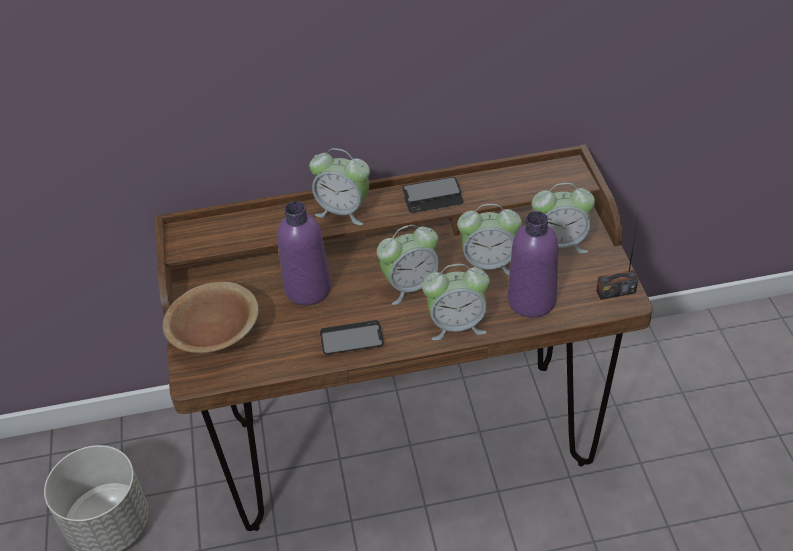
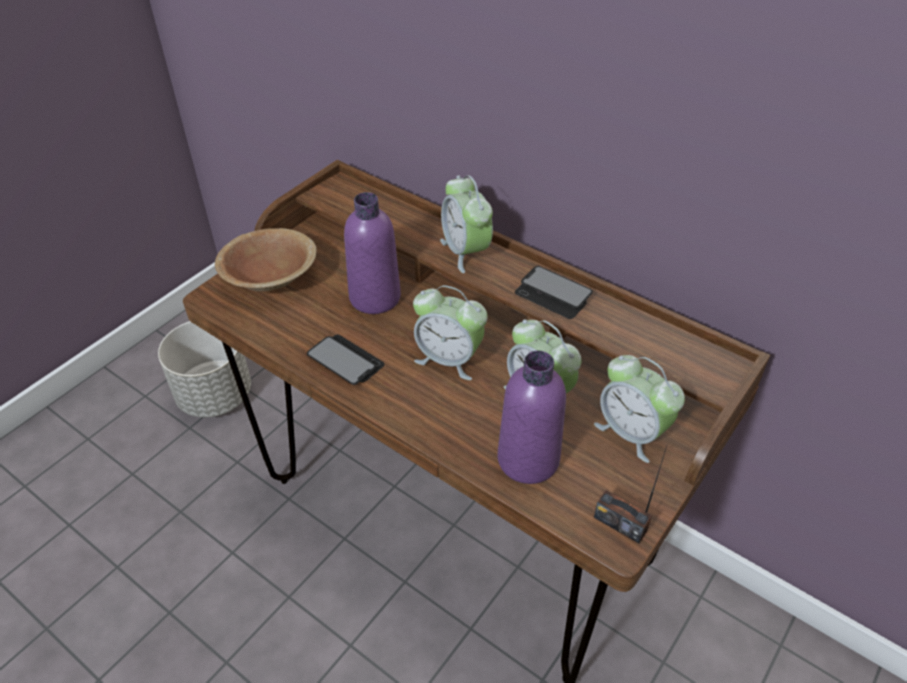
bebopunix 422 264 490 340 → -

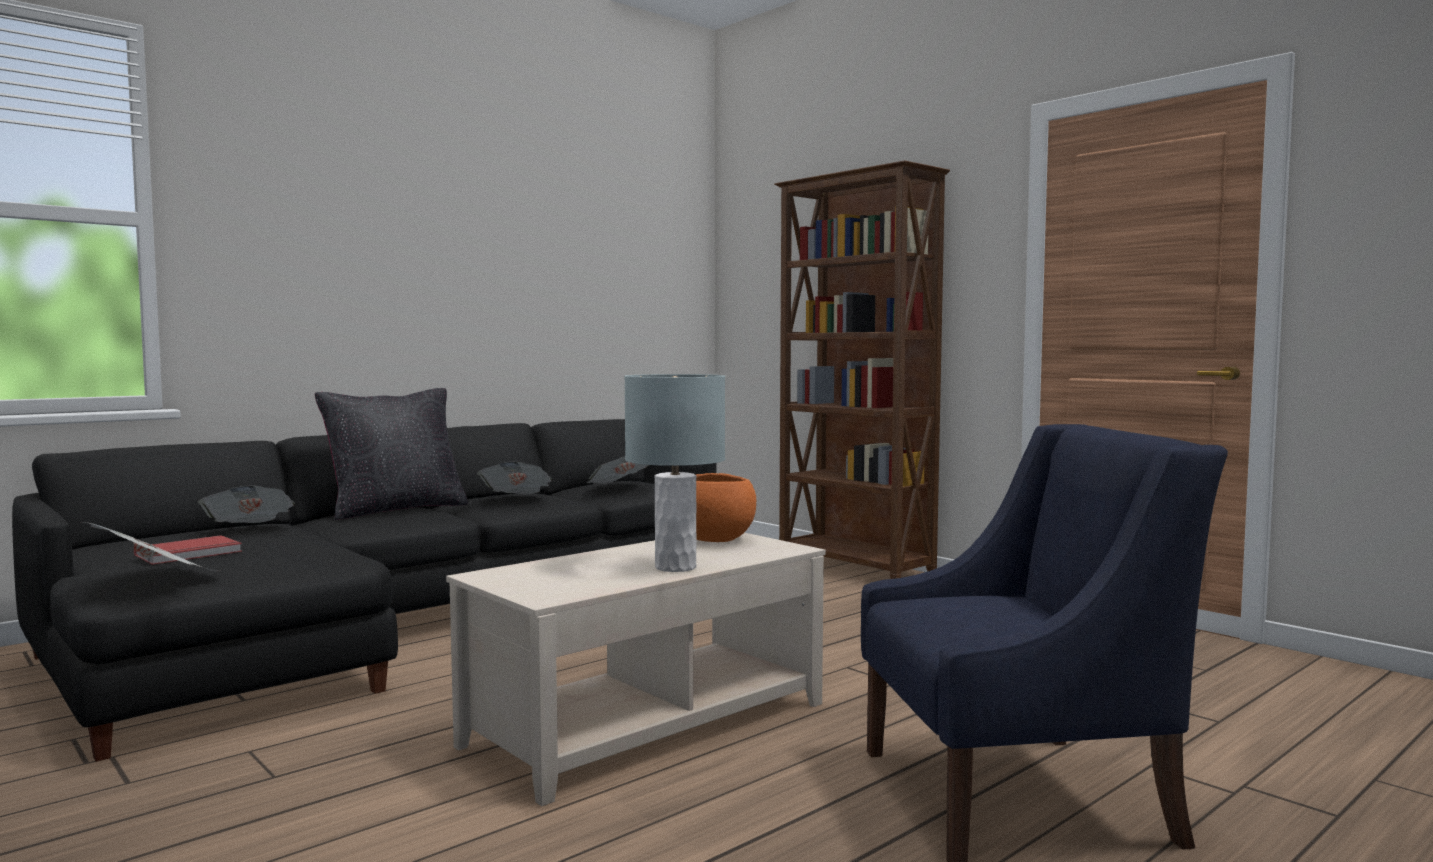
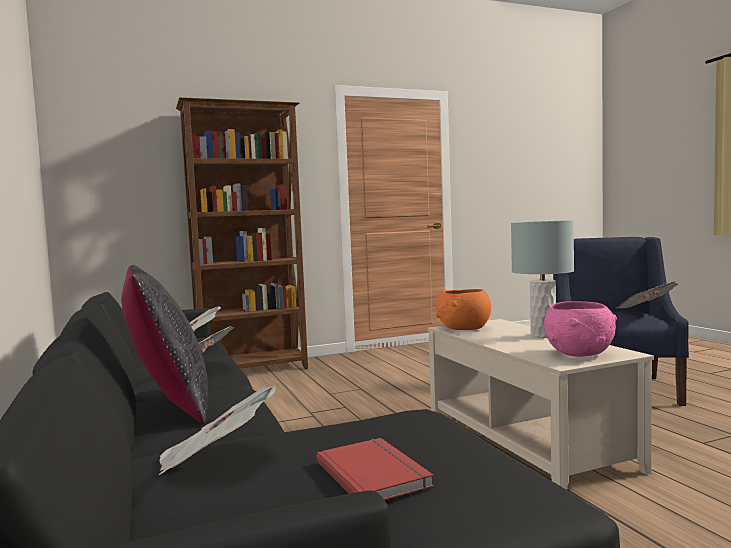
- → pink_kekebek 544 301 617 357
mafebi 82 522 220 571 → mafebi 616 281 678 309, moved

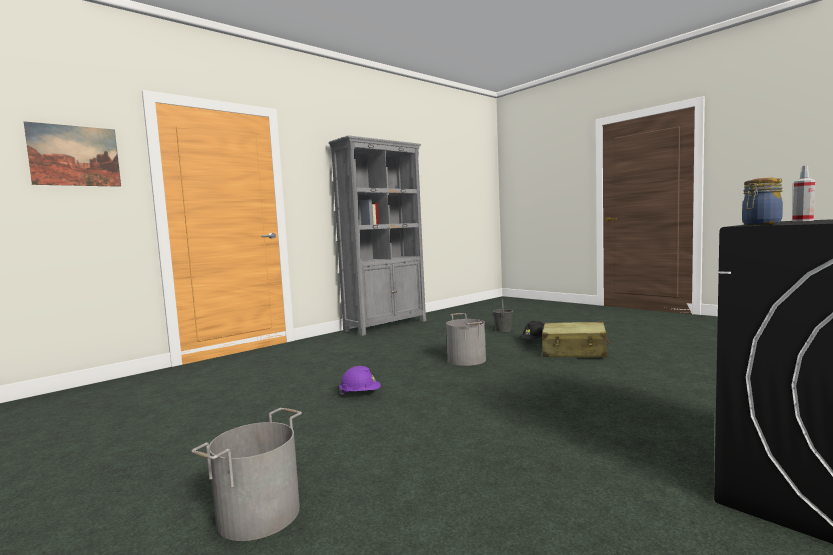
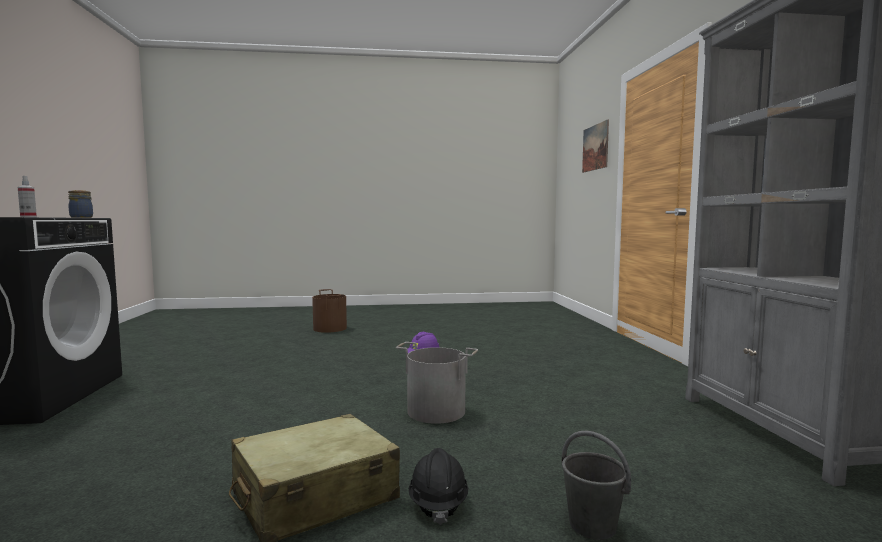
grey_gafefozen 191 408 302 541 → brown_gafefozen 312 289 347 333

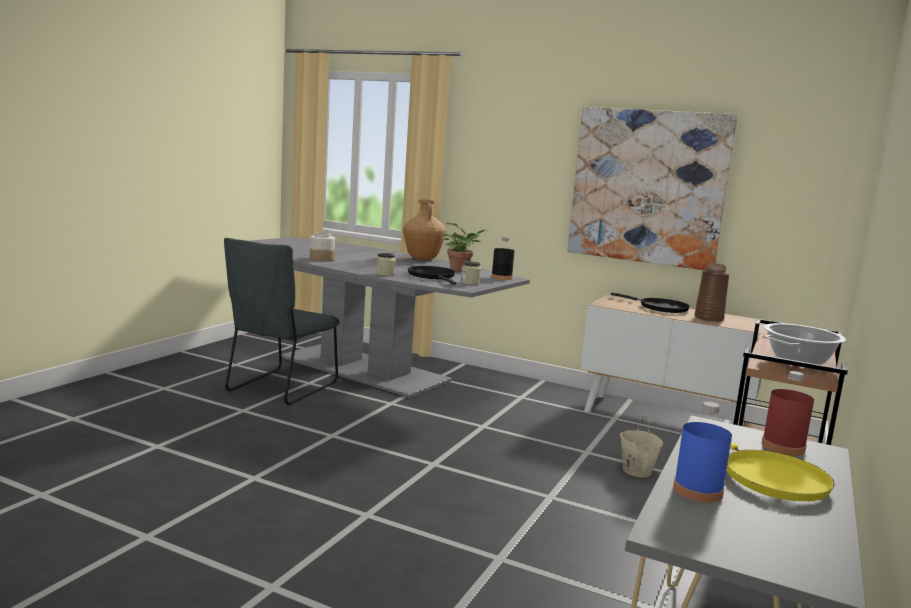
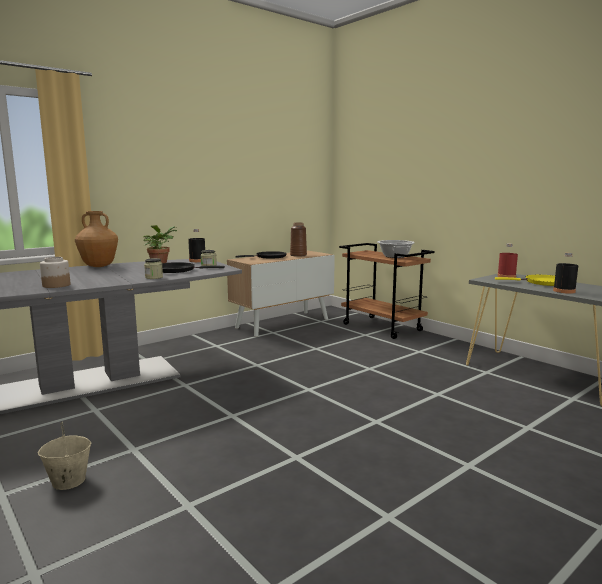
beige_gafefozen 620 415 663 477 → beige_gafefozen 38 422 91 490, moved
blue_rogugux 673 402 732 503 → black_rogugux 553 253 578 294
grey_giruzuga 224 238 340 405 → -
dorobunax 568 107 738 270 → -

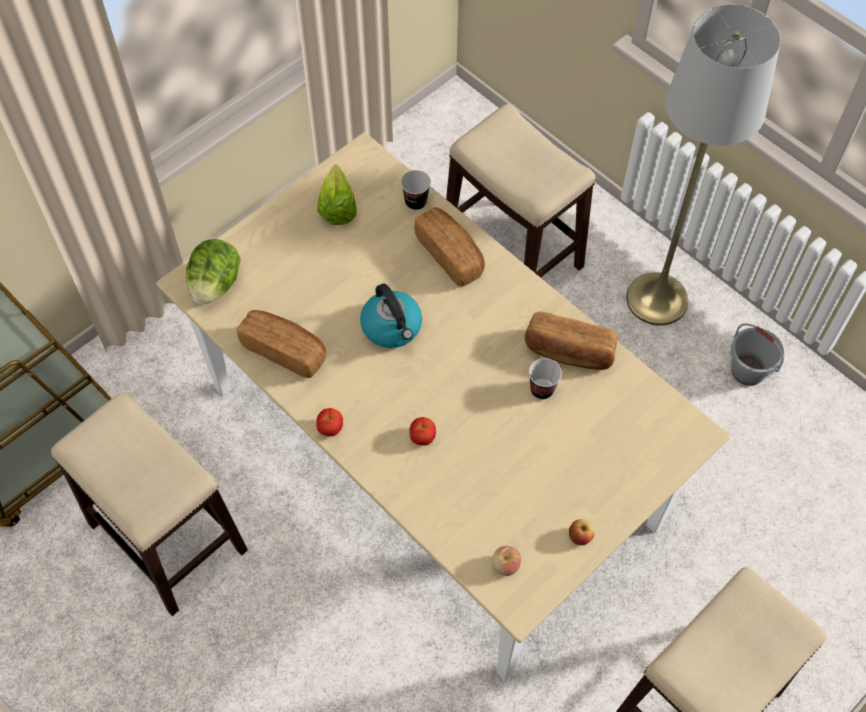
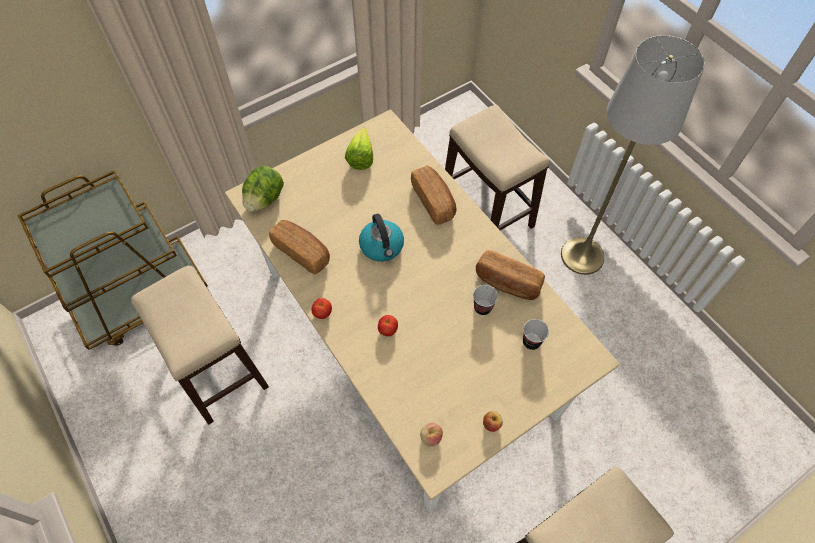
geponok 401 170 431 210 → geponok 523 319 549 350, moved
grey_gafefozen 731 323 784 386 → -

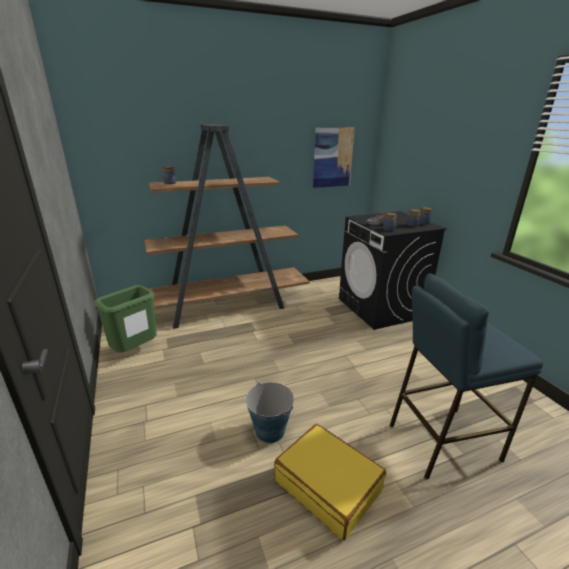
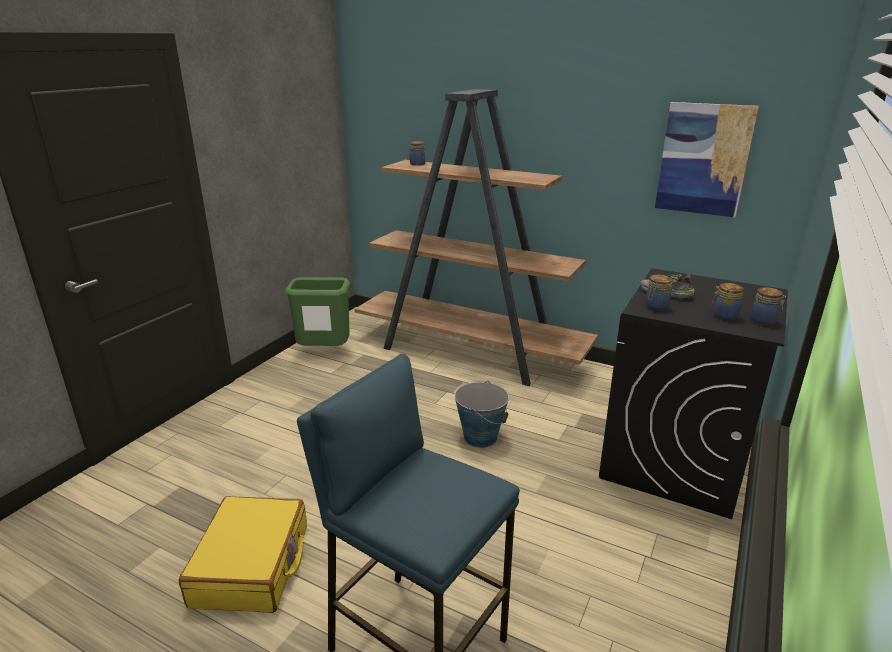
gafefozen 246 382 294 443 → gafefozen 455 381 509 448, moved

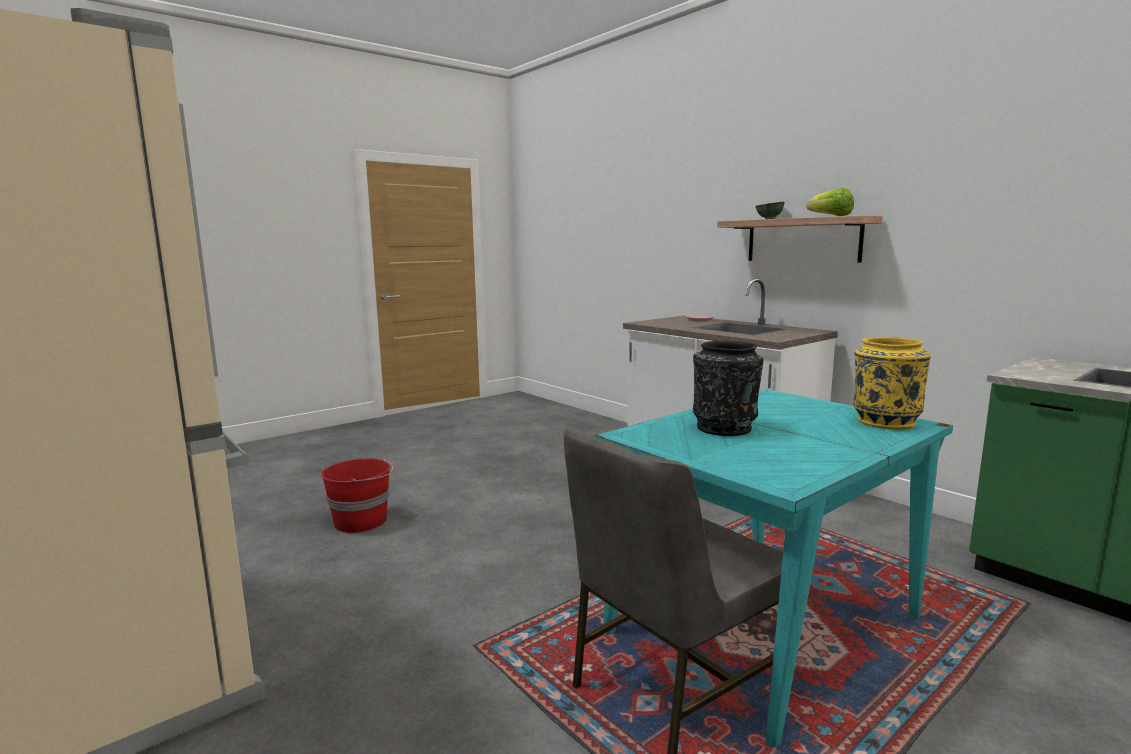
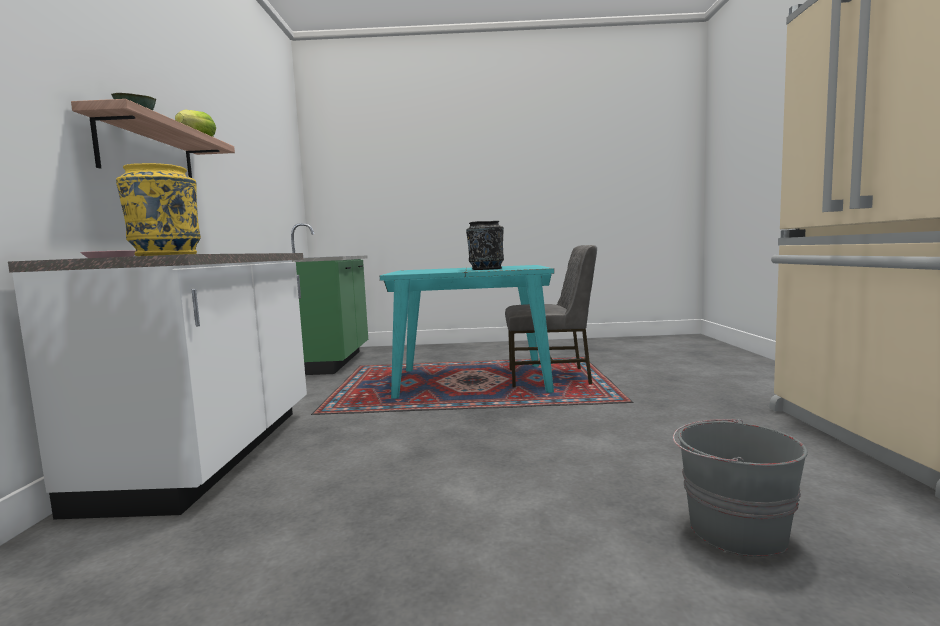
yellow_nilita 853 337 931 430 → yellow_nilita 116 163 201 256, moved
red_gafefozen 321 457 393 533 → grey_gafefozen 673 419 808 557

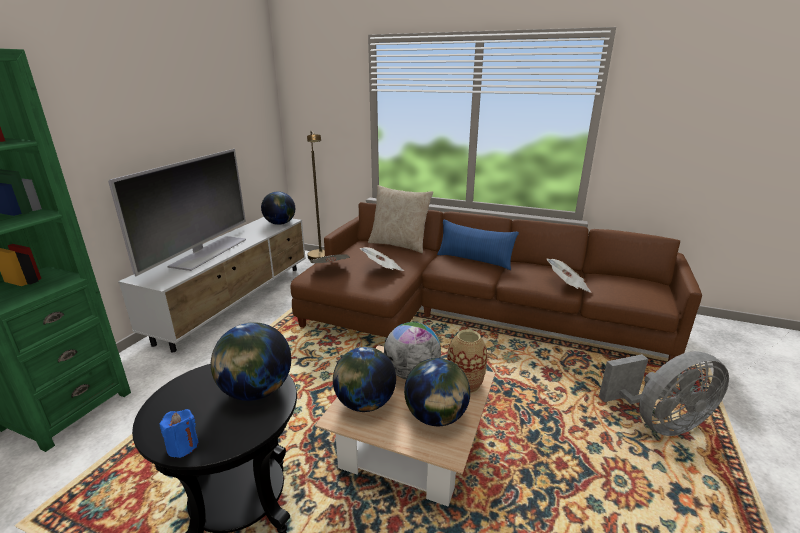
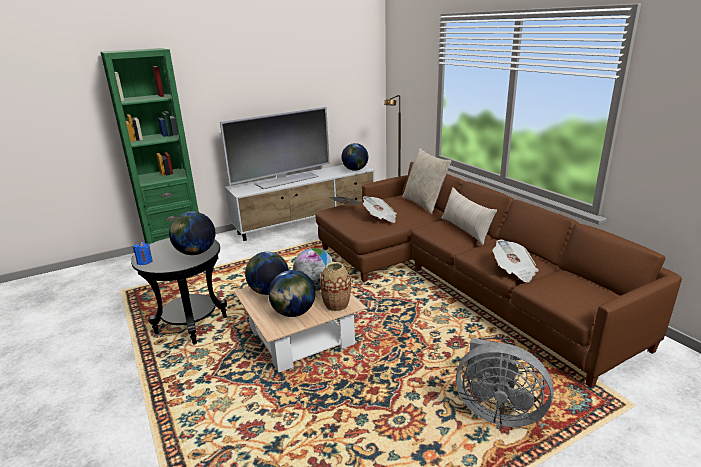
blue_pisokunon 437 220 519 270 → beige_pisokunon 441 187 497 245

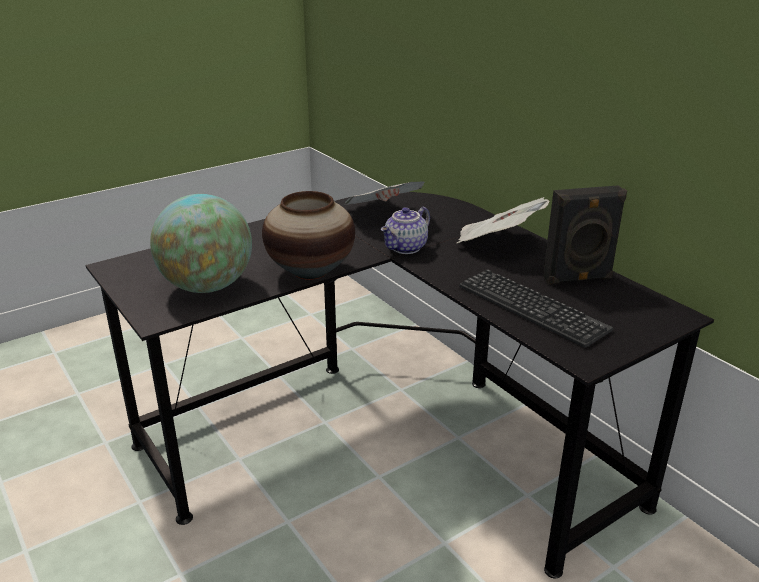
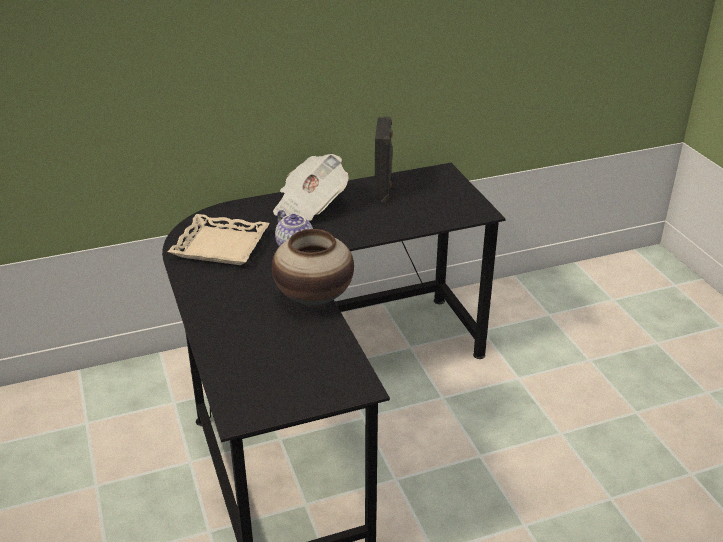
mafebi 344 182 425 205 → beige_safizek 168 214 270 265
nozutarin 150 194 252 293 → -
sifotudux 459 269 613 348 → -

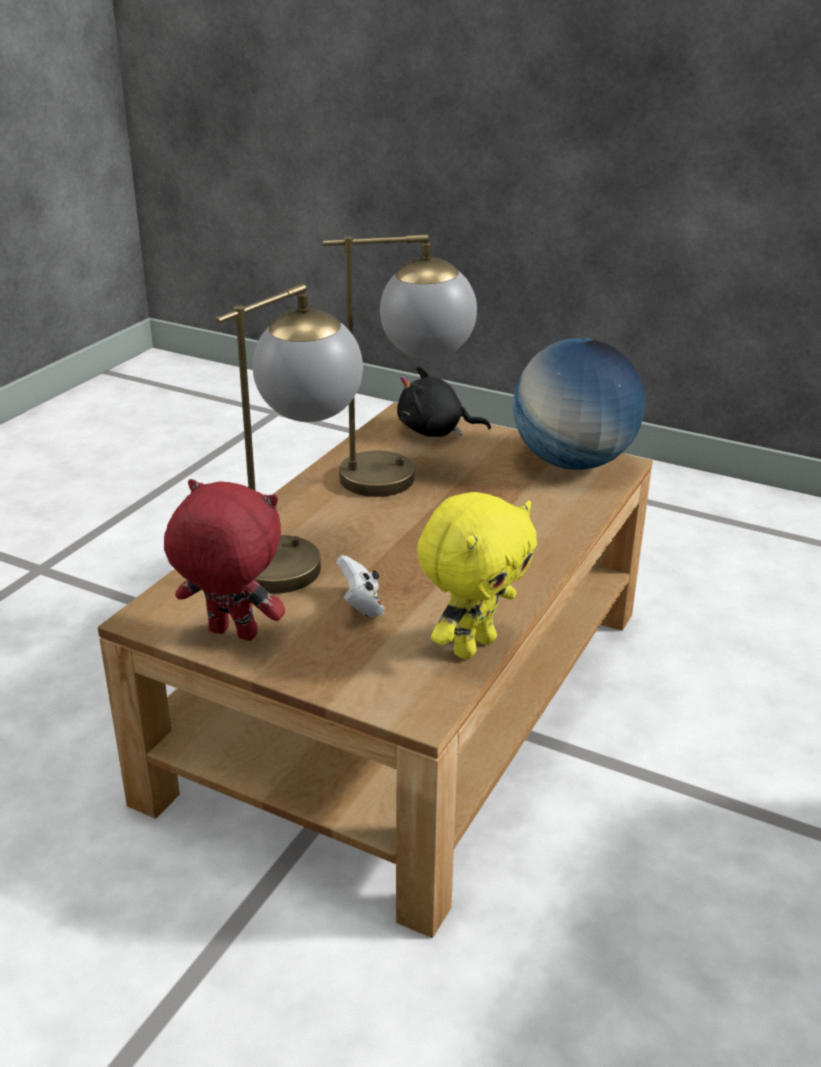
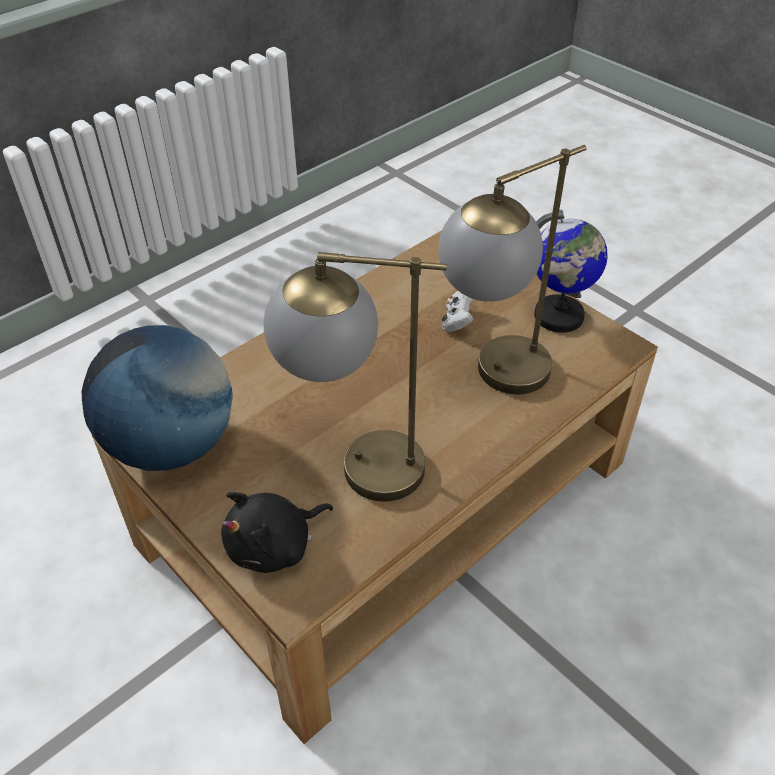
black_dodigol 397 366 491 437 → black_dodigol 221 492 333 573, 120 degrees clockwise
red_dodigol 164 479 285 641 → nozutarin 534 210 608 333
yellow_dodigol 417 492 537 659 → -

